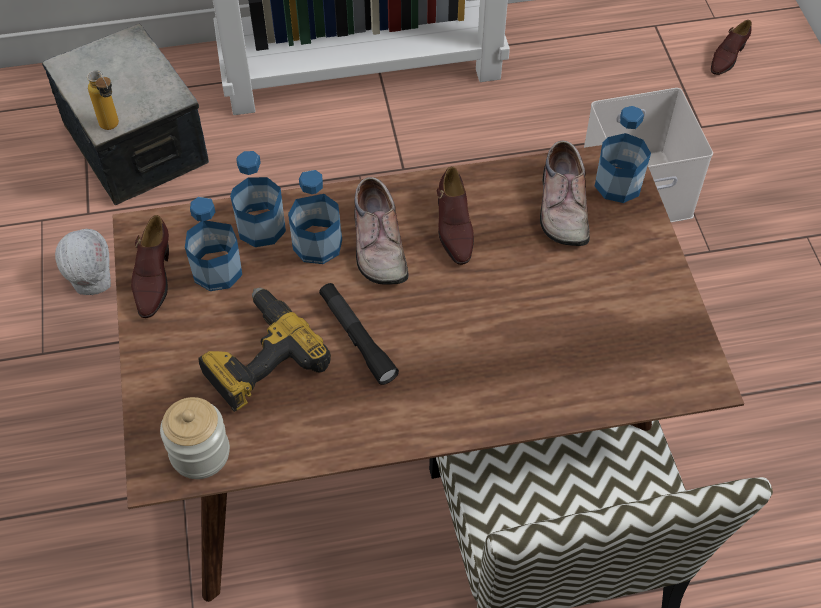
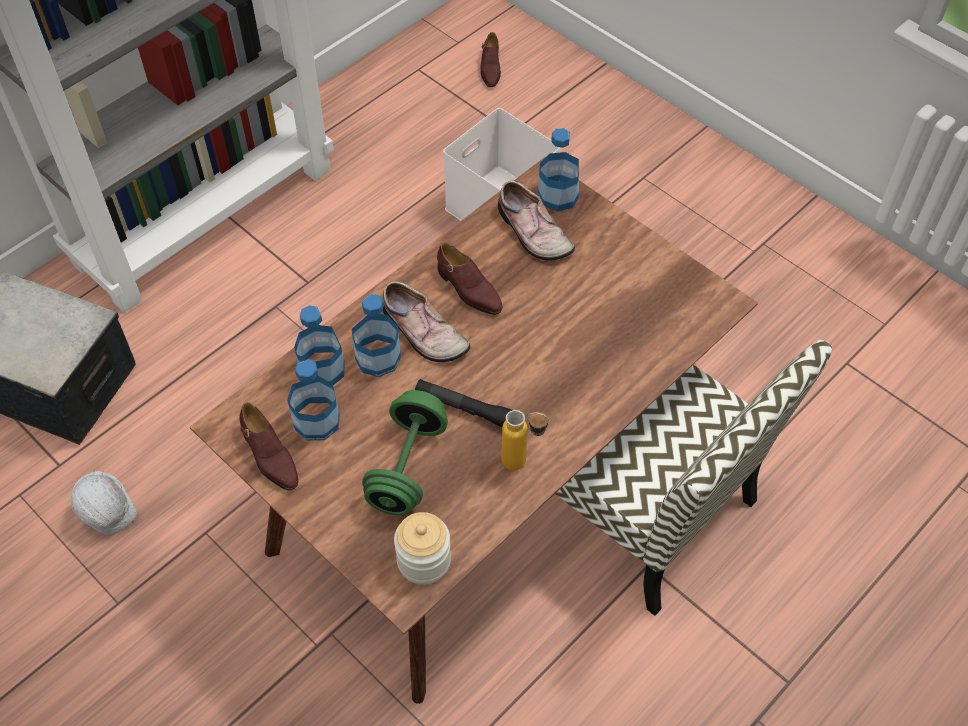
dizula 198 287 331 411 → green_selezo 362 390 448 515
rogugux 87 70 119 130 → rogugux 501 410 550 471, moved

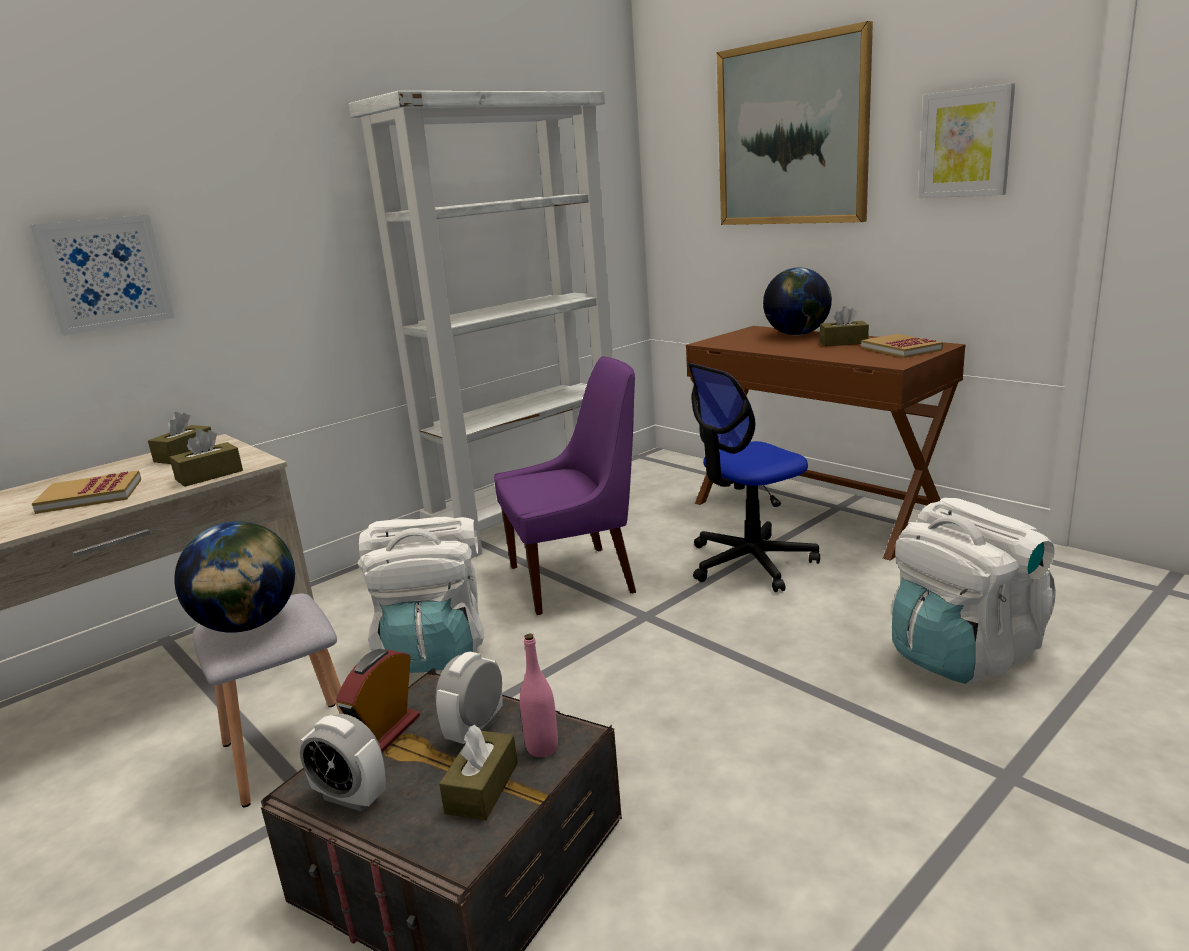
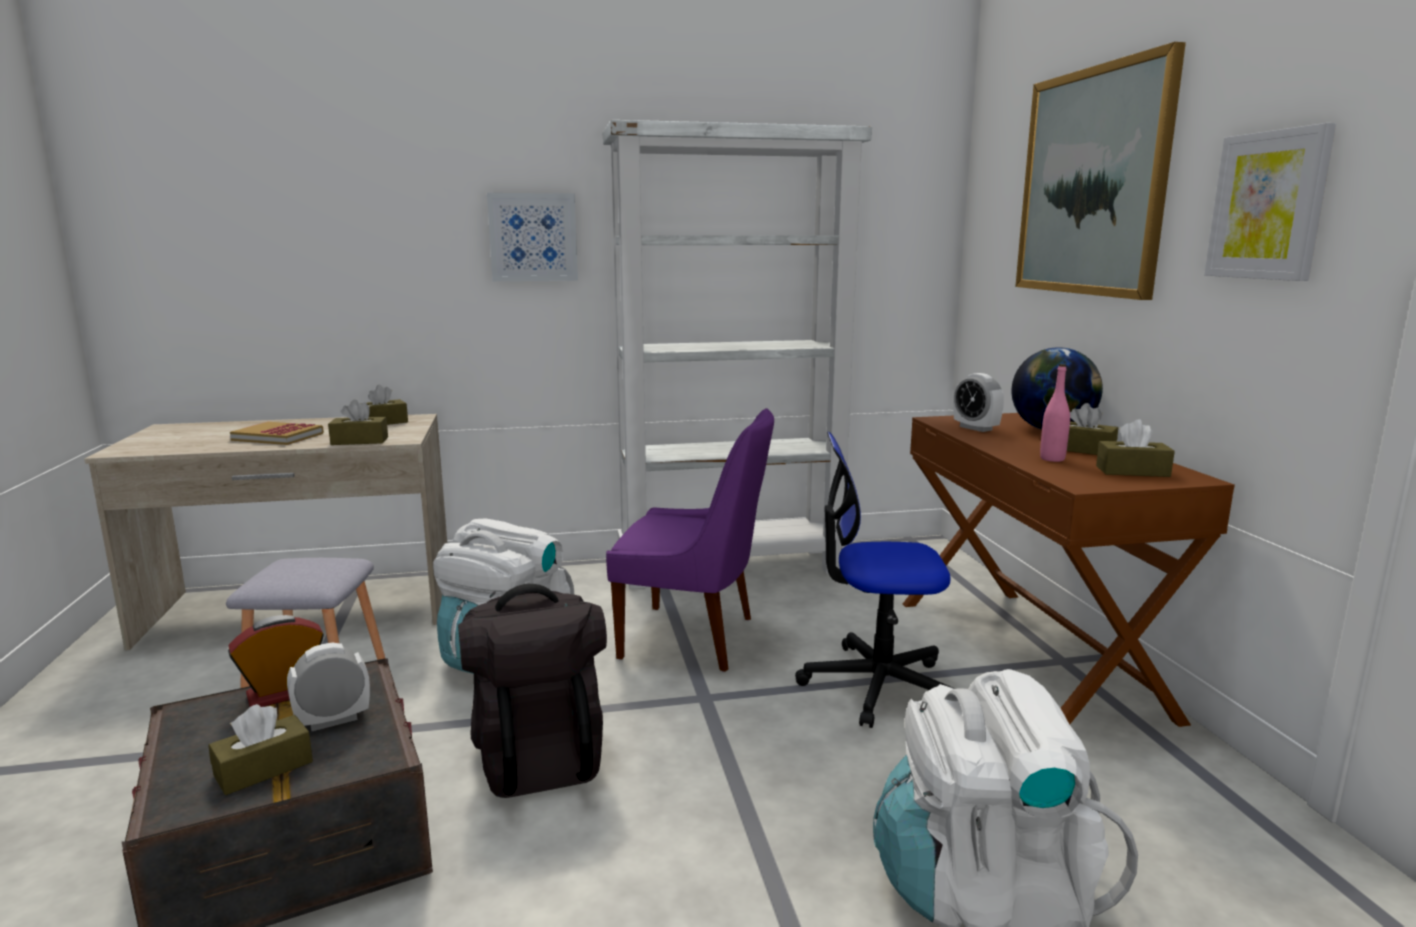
- → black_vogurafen 458 584 607 798
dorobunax 29 215 175 336 → dorobunax 487 193 578 281, moved
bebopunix 299 714 386 811 → bebopunix 953 373 1004 432, moved
pink_rogugux 520 634 558 757 → pink_rogugux 1040 364 1070 462, moved
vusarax 861 334 943 358 → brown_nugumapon 1096 419 1175 477
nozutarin 174 521 295 632 → -

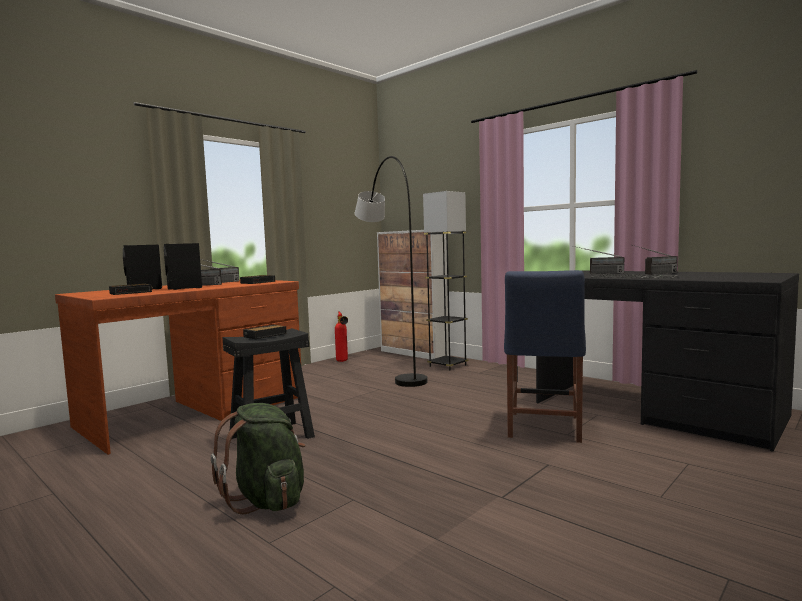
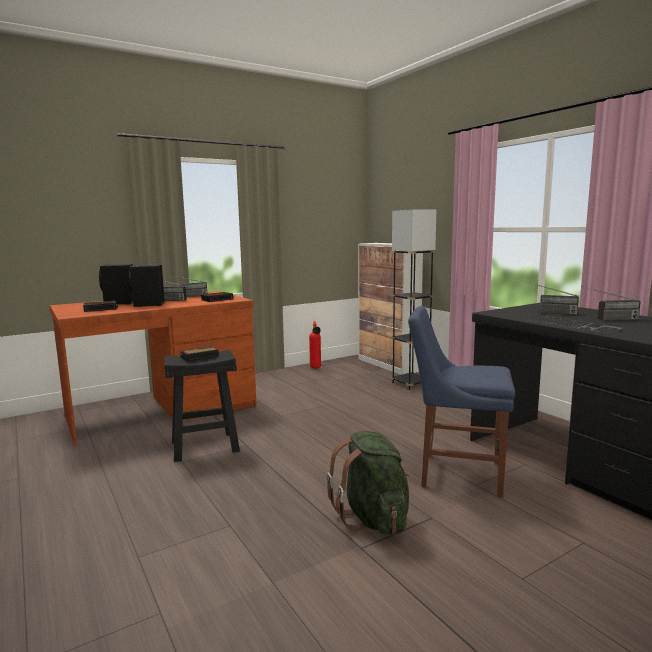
green_vogurafen 211 403 305 514 → green_vogurafen 327 431 410 535, moved
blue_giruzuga 504 270 586 443 → blue_giruzuga 408 306 515 497, 75 degrees clockwise
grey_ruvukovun 355 156 428 387 → -

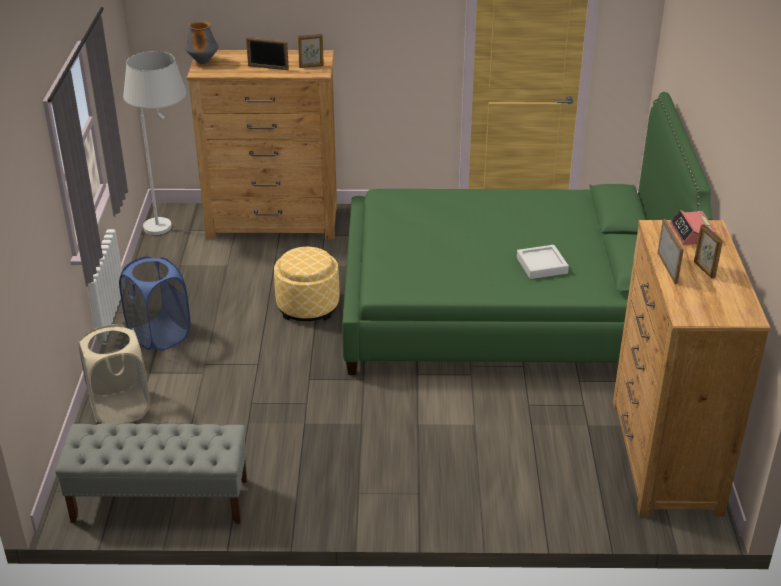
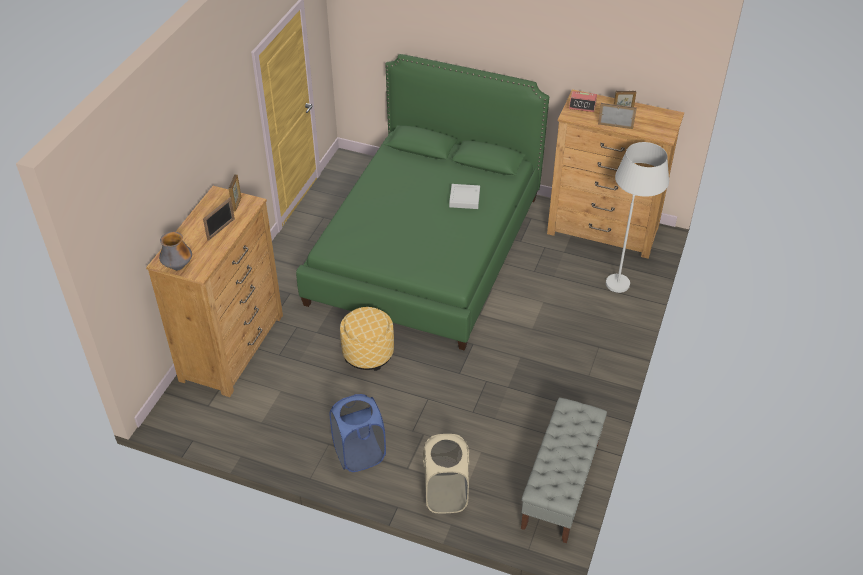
white_ruvukovun 123 51 186 235 → white_ruvukovun 606 142 669 293, moved

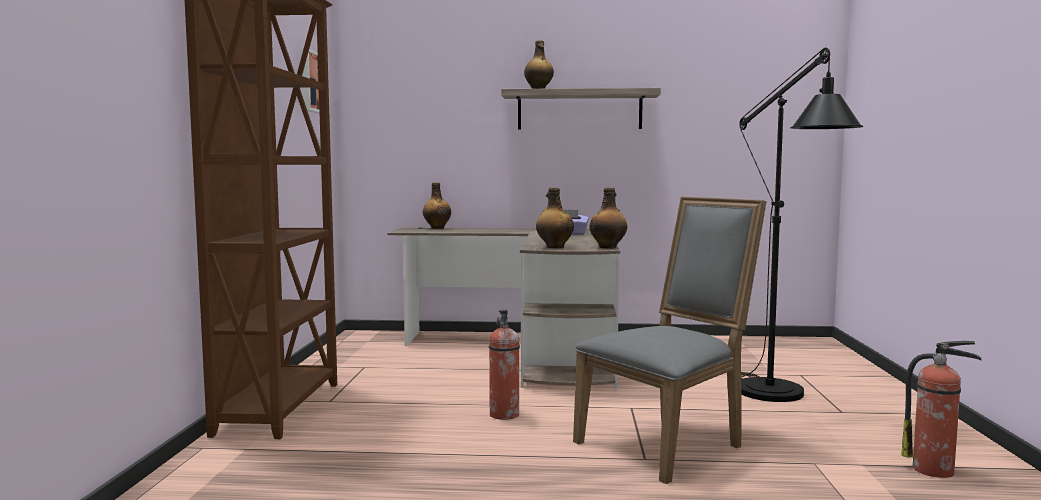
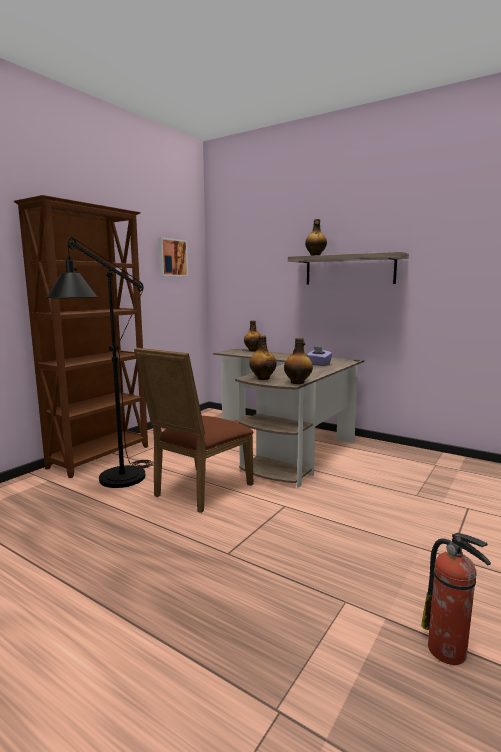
black_ruvukovun 739 48 863 402 → black_ruvukovun 45 237 153 488, moved
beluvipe 489 310 520 420 → brown_giruzuga 134 348 253 513
grey_giruzuga 573 197 766 484 → -

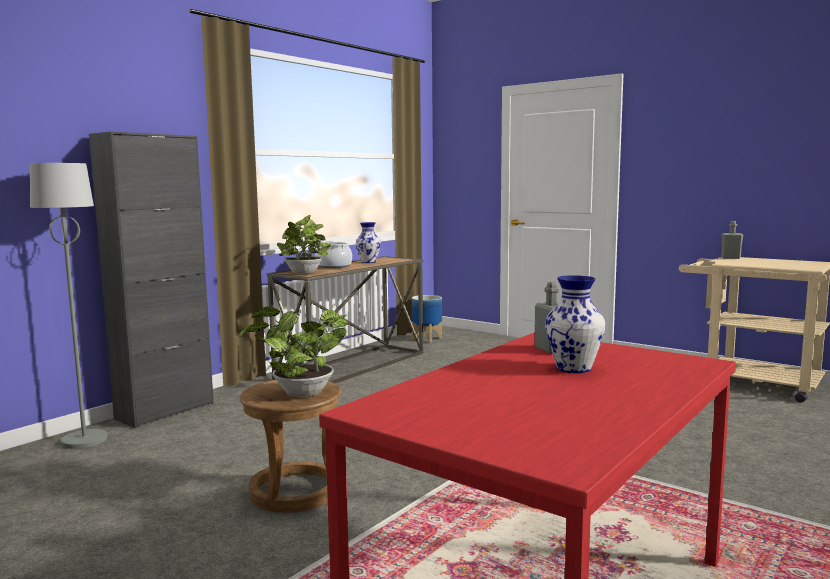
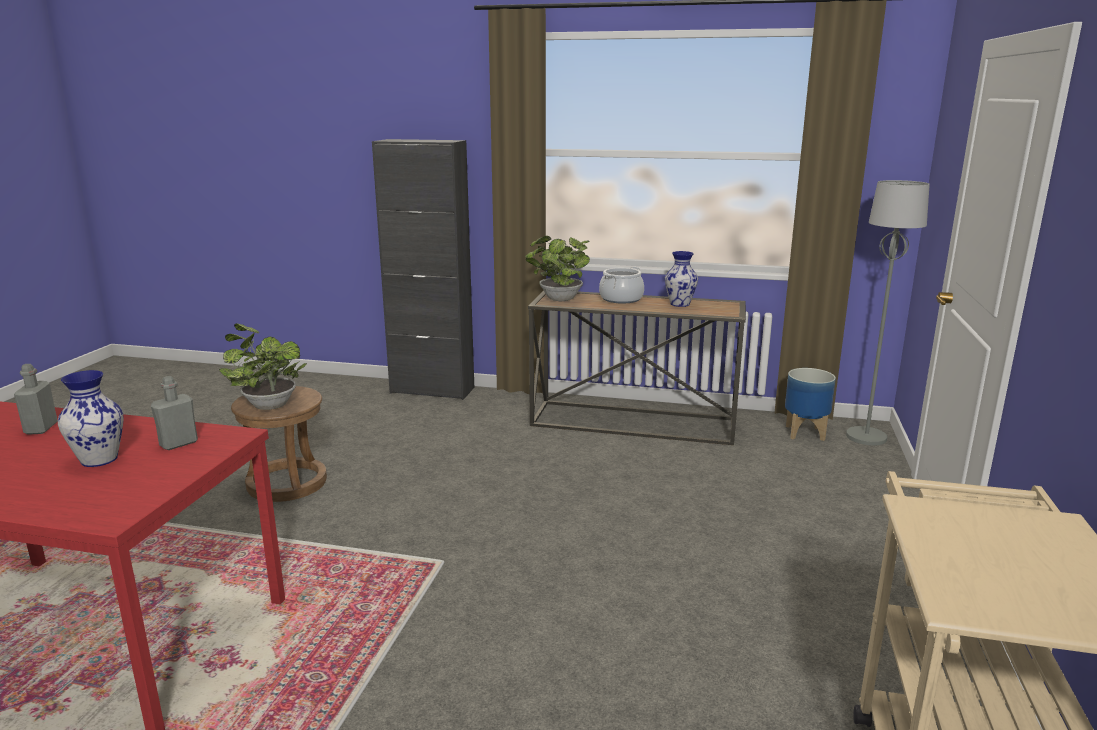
grey_rogugux 721 221 743 259 → grey_rogugux 14 364 58 435, moved
grey_ruvukovun 30 163 108 449 → grey_ruvukovun 846 180 930 445, moved

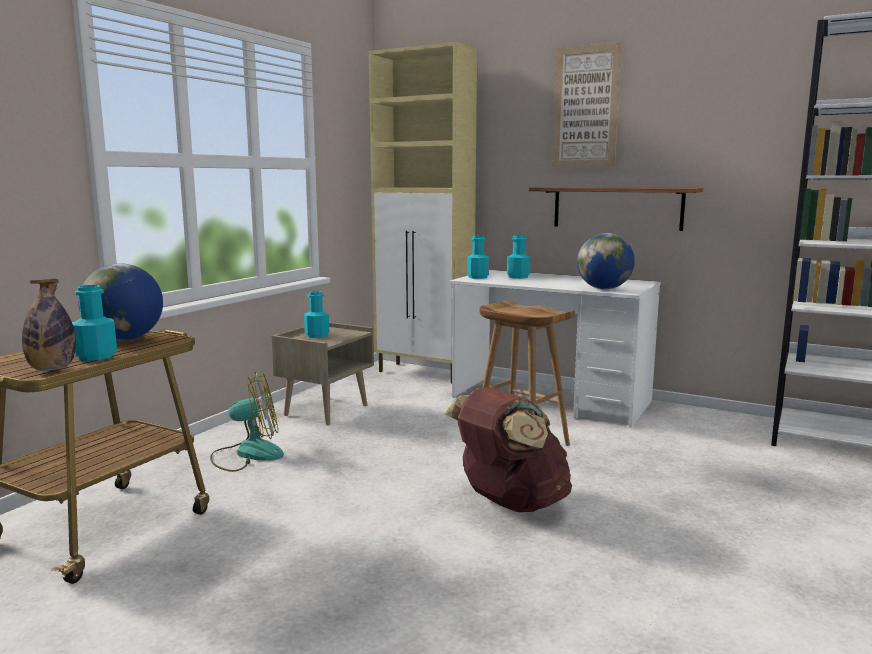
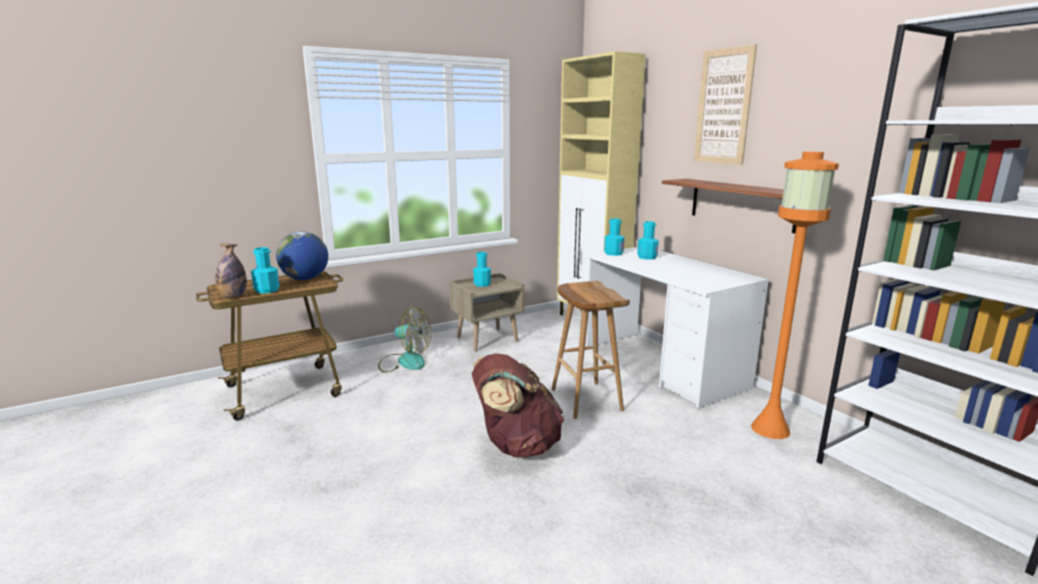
- → orange_ruvukovun 751 151 839 439
nozutarin 577 233 635 289 → -

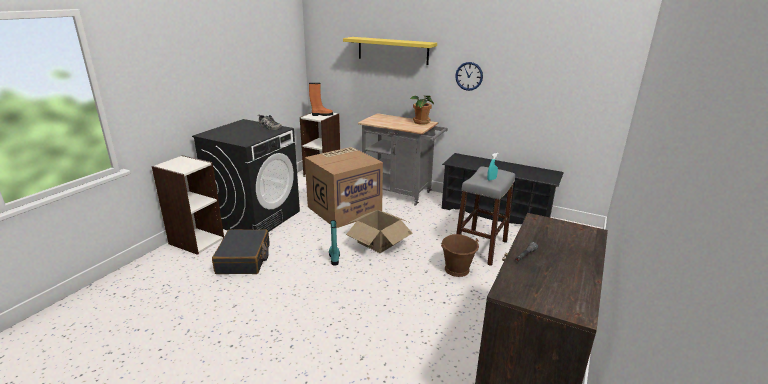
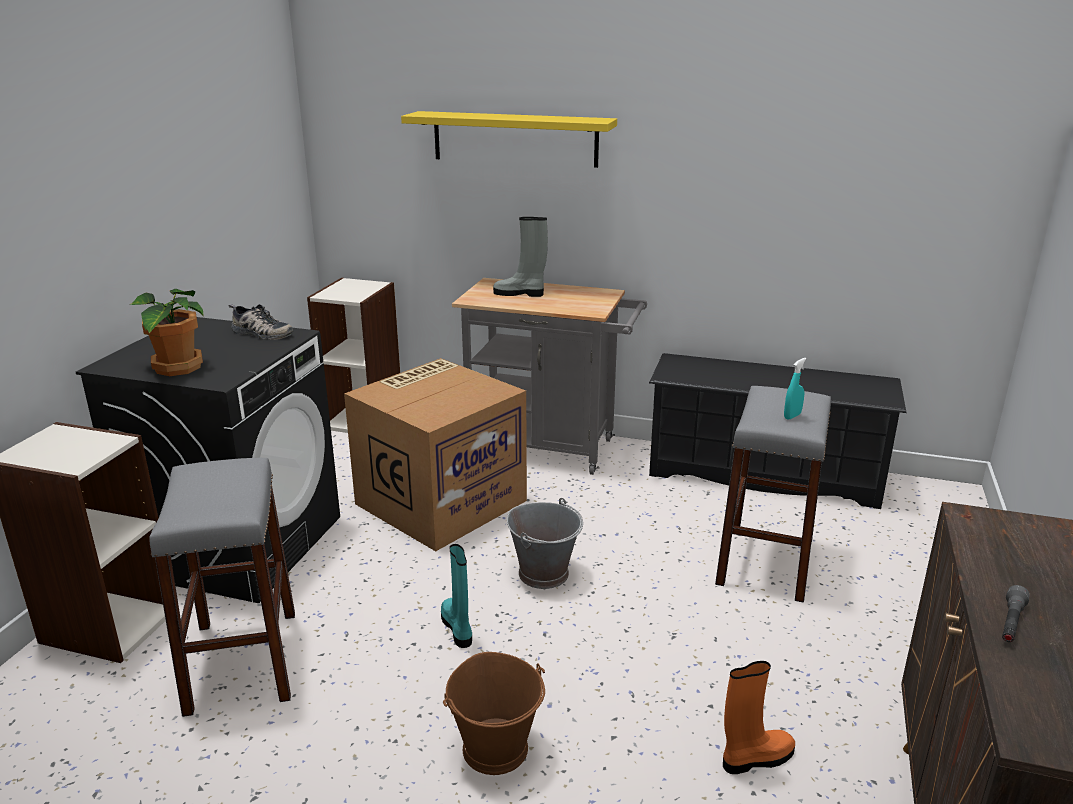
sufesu 410 95 434 125 → sufesu 130 289 204 376, moved
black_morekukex 212 229 270 274 → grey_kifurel 150 458 295 717
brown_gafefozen 441 234 479 277 → brown_gafefozen 443 652 545 775, moved
- → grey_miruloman 493 217 548 297
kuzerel 346 210 413 253 → grey_gafefozen 507 498 583 589
orange_miruloman 309 83 333 116 → orange_miruloman 723 661 795 774, moved
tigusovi 455 62 483 91 → -

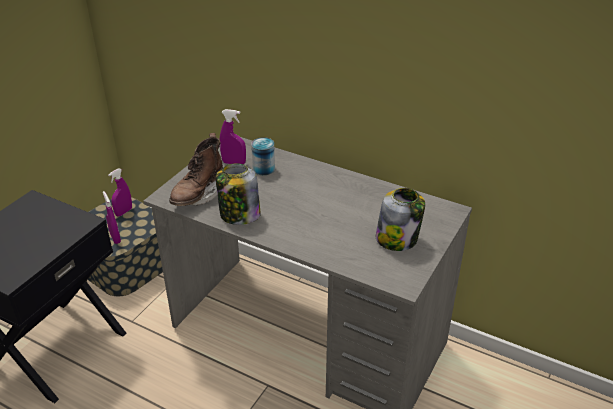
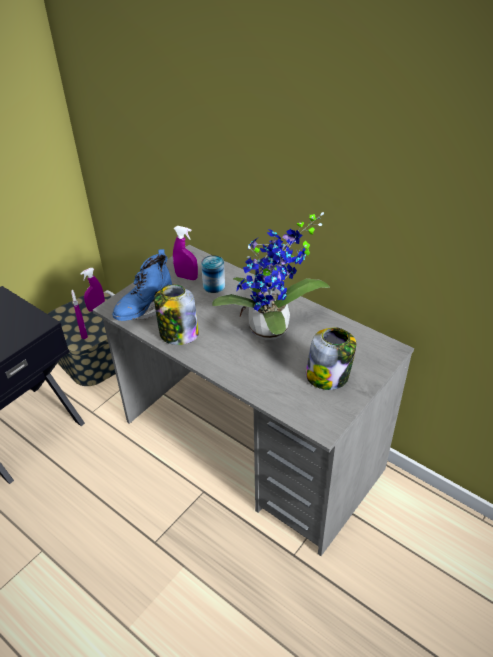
brown_miruloman 169 133 223 206 → blue_miruloman 112 249 172 321
- → sufesu 212 212 330 340

